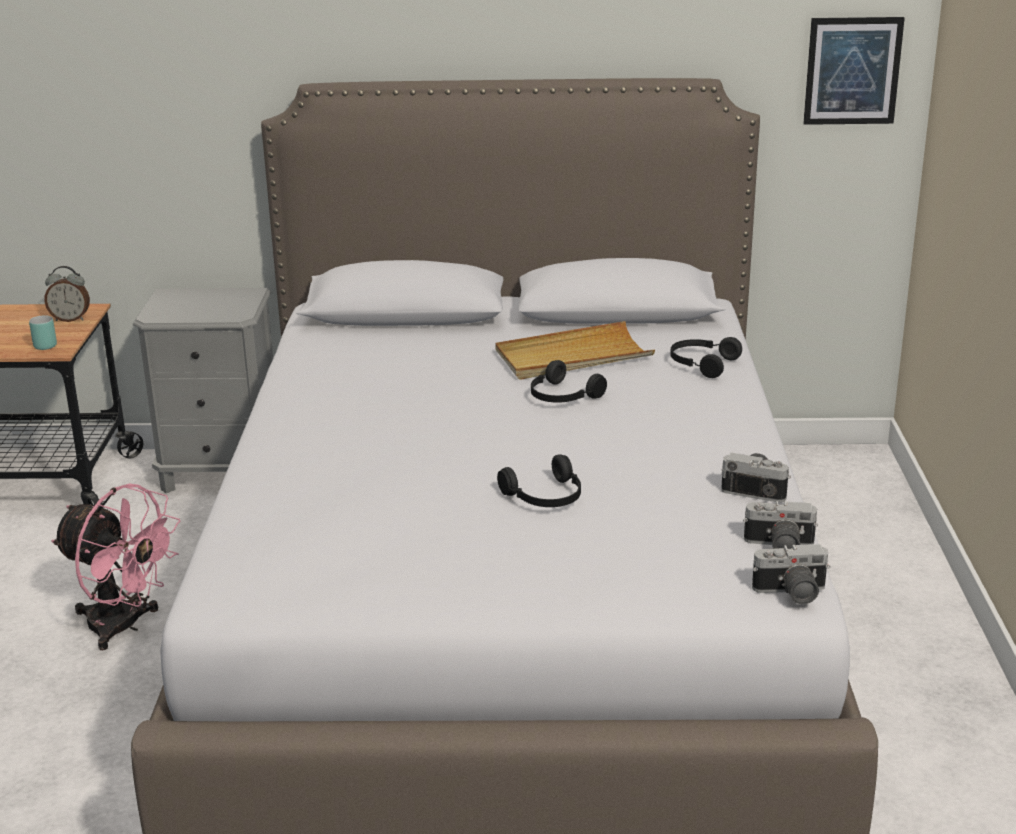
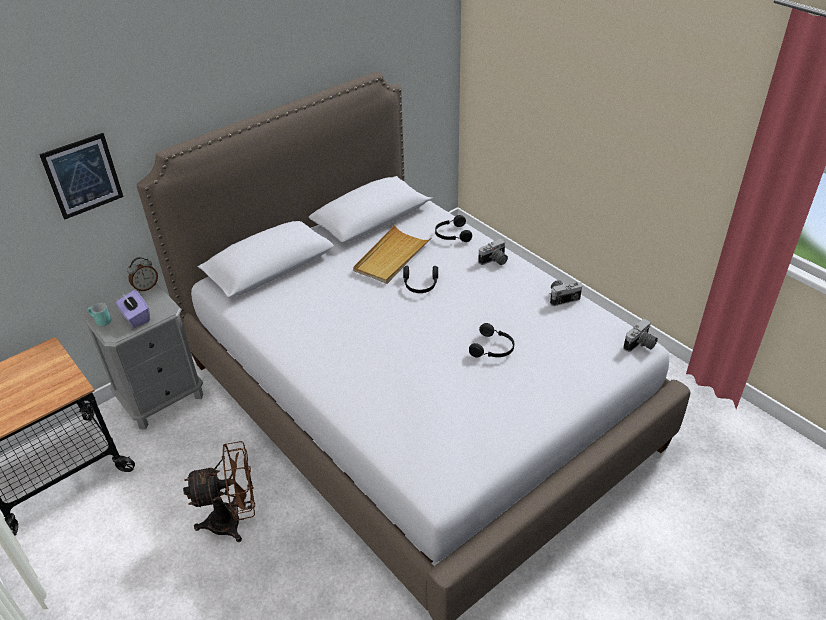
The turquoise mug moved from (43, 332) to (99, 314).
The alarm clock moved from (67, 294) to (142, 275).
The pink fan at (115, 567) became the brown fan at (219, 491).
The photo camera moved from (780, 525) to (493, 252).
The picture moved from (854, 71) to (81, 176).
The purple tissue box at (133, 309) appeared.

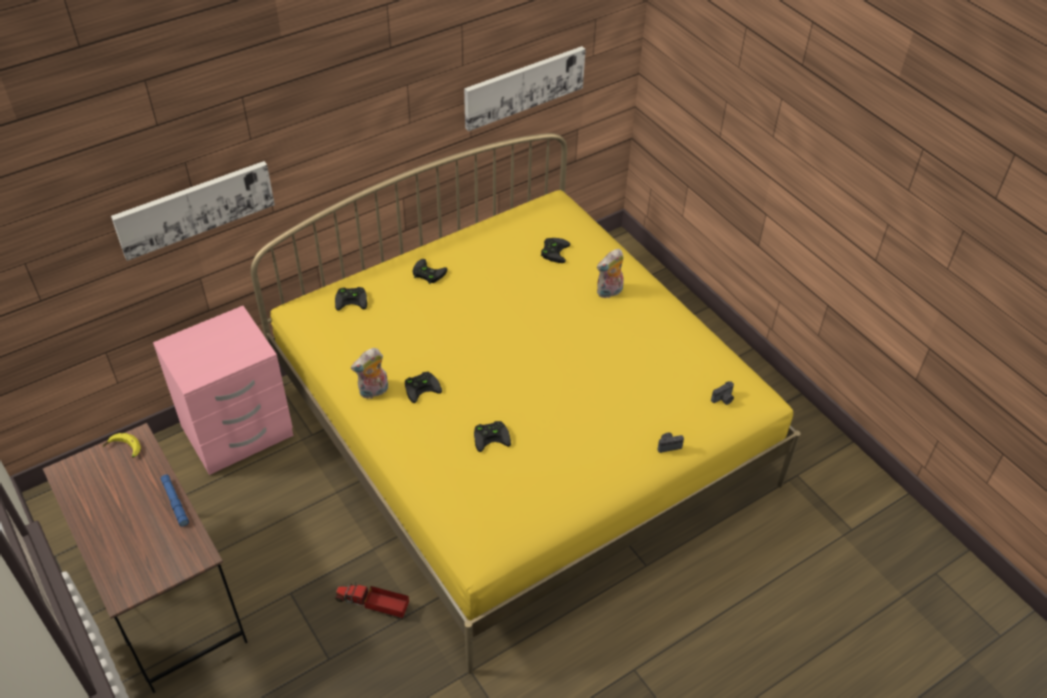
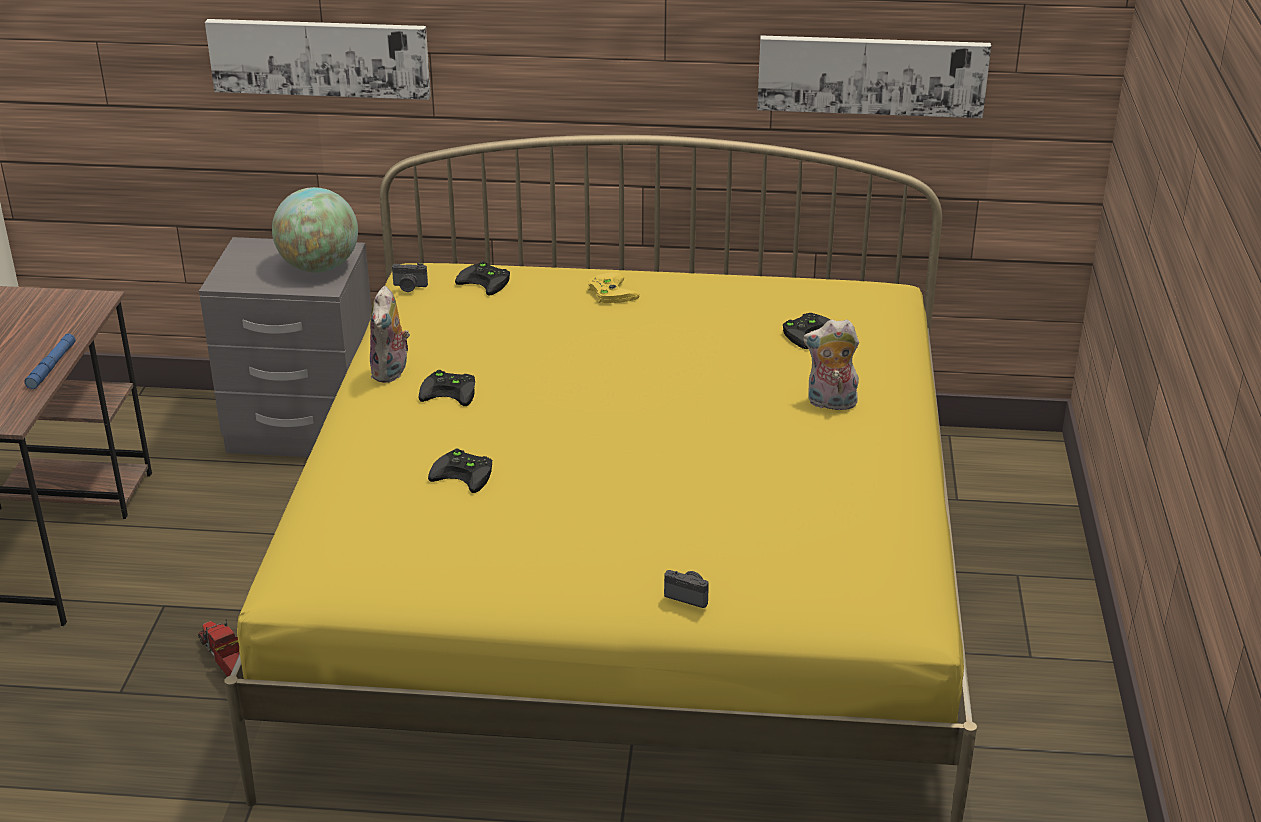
The banana at (122, 445) disappeared.
The pink nightstand at (223, 390) became the grey nightstand at (285, 347).
The plush toy at (369, 373) turned 90 degrees counterclockwise.
The black game controller at (429, 271) became the yellow game controller at (614, 287).
The photo camera moved from (722, 393) to (410, 277).
The globe at (315, 230) appeared.

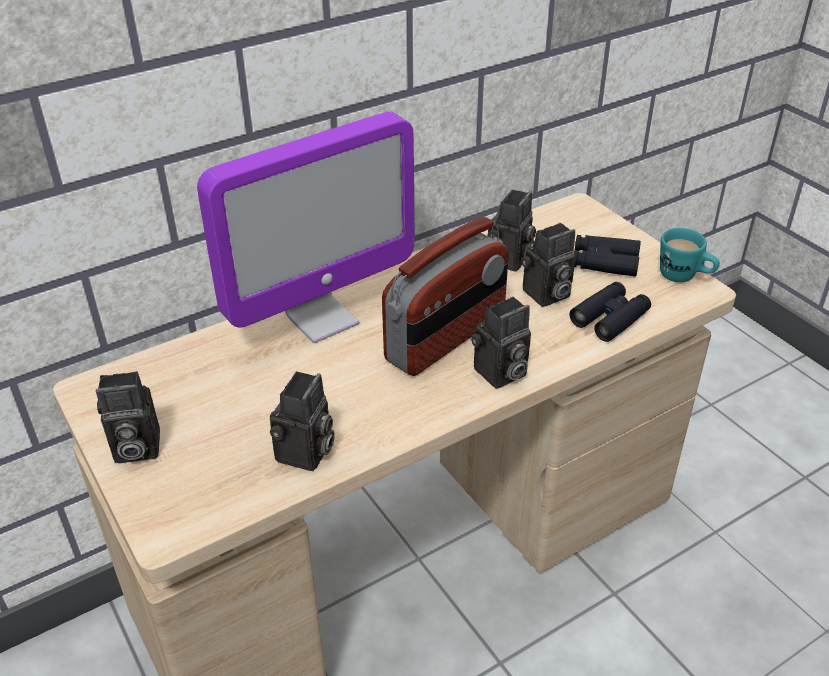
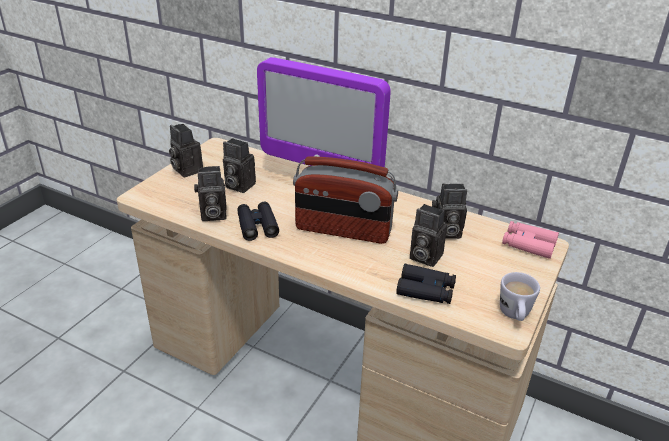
The photo camera moved from (501, 342) to (239, 165).
The black binoculars moved from (607, 256) to (258, 221).
The turquoise mug at (690, 255) became the white mug at (520, 296).
The pink binoculars at (530, 240) appeared.

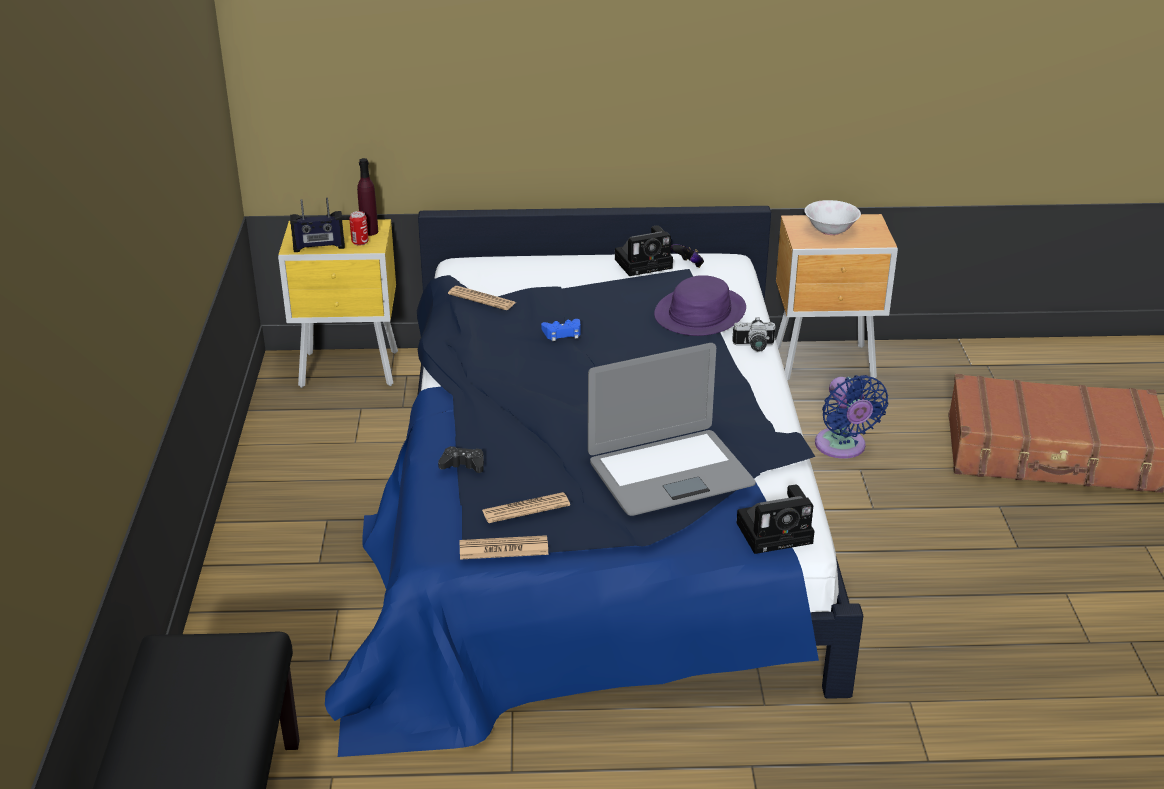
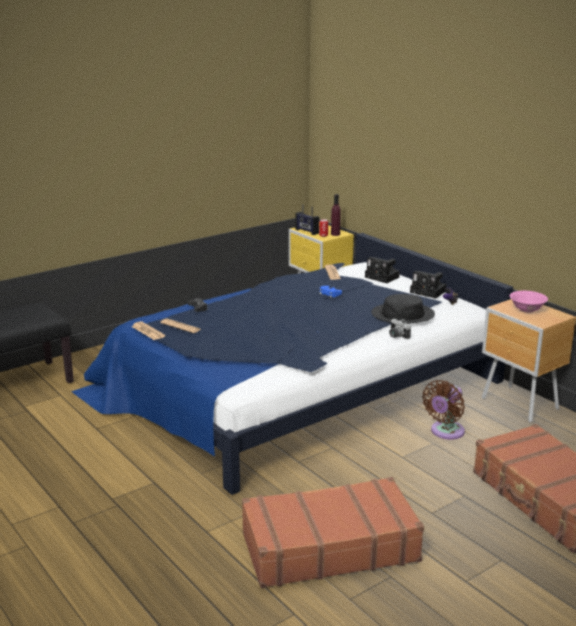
The laptop at (672, 429) disappeared.
The purple hat at (700, 305) became the black hat at (403, 309).
The photo camera moved from (775, 519) to (382, 270).
The white bowl at (832, 217) became the pink bowl at (529, 302).
The blue fan at (851, 417) became the brown fan at (443, 410).
The brown suitcase at (333, 532) appeared.

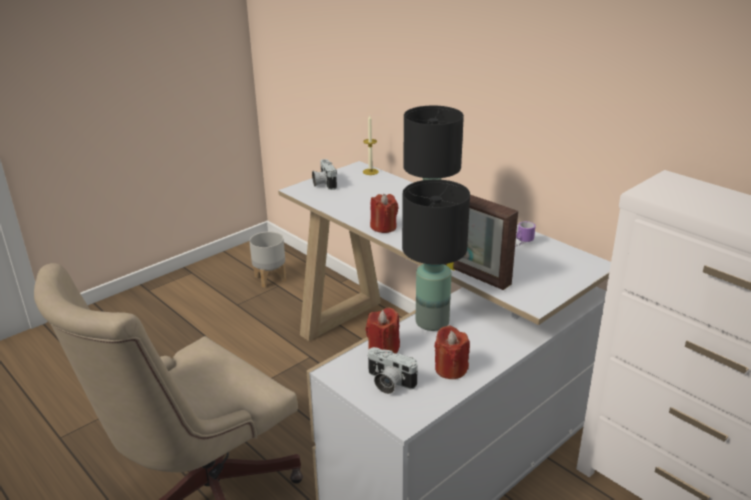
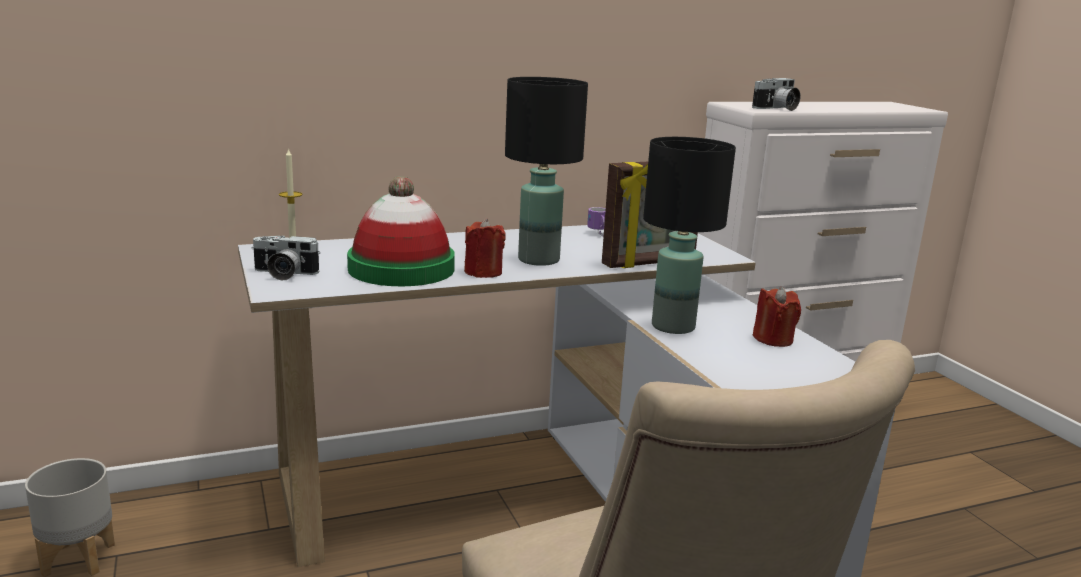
The red candle at (383, 331) disappeared.
The photo camera moved from (392, 370) to (776, 94).
The hat at (401, 231) appeared.

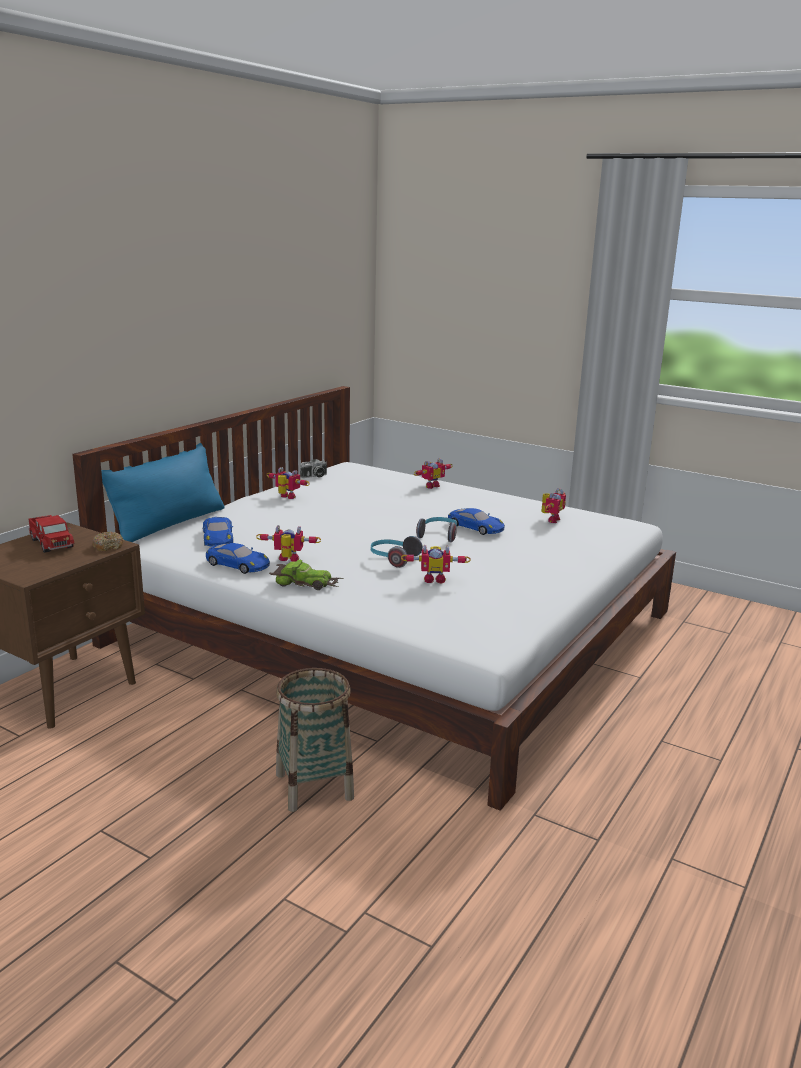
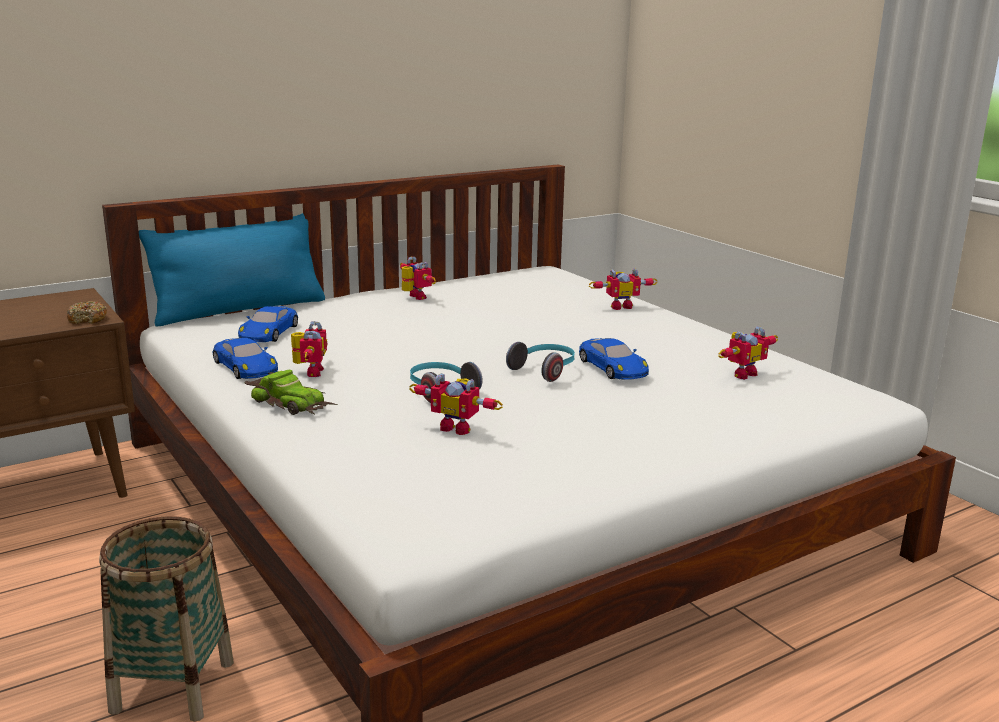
The toy truck at (52, 534) disappeared.
The toy robot at (288, 543) turned 60 degrees clockwise.
The photo camera at (313, 468) disappeared.

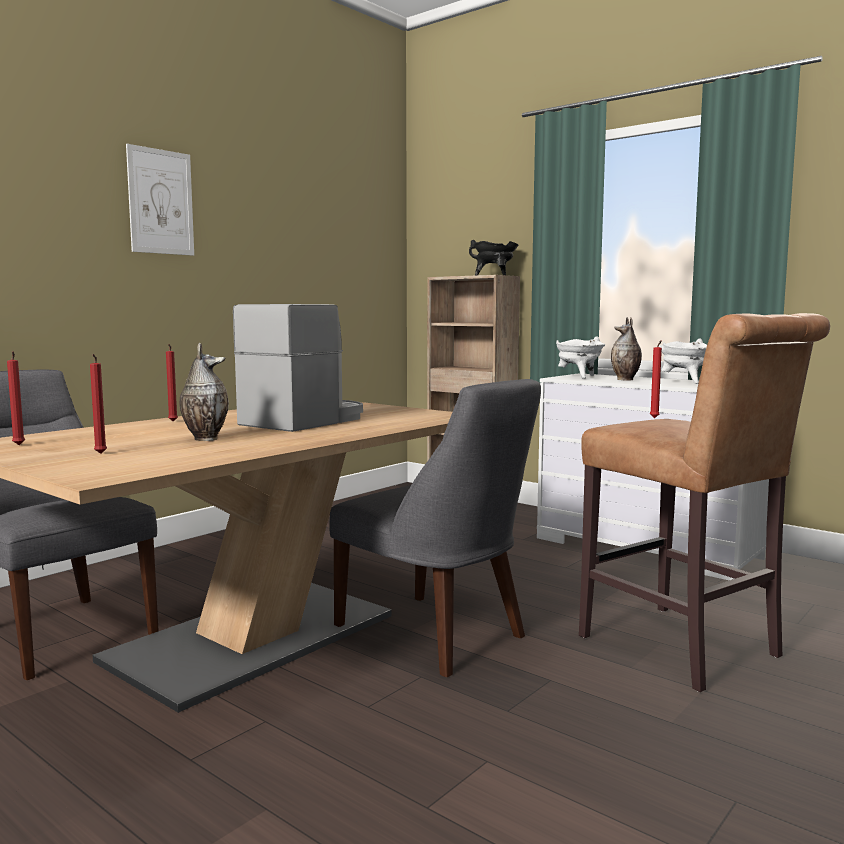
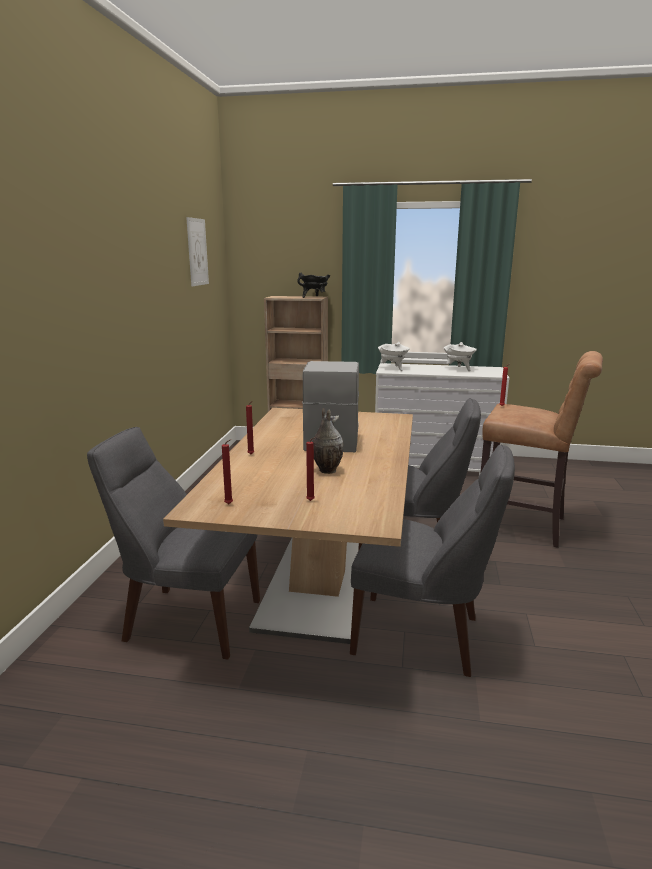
The picture moved from (160, 200) to (197, 251).
The vase at (626, 348) disappeared.
The grey chair at (432, 560) appeared.

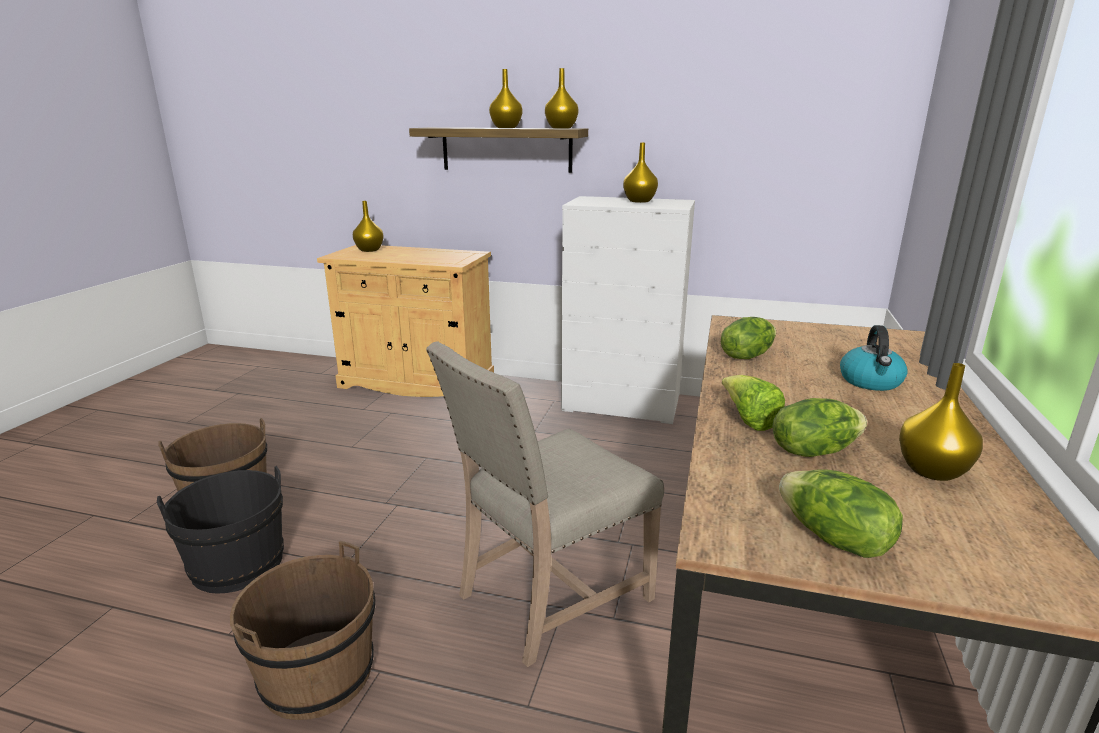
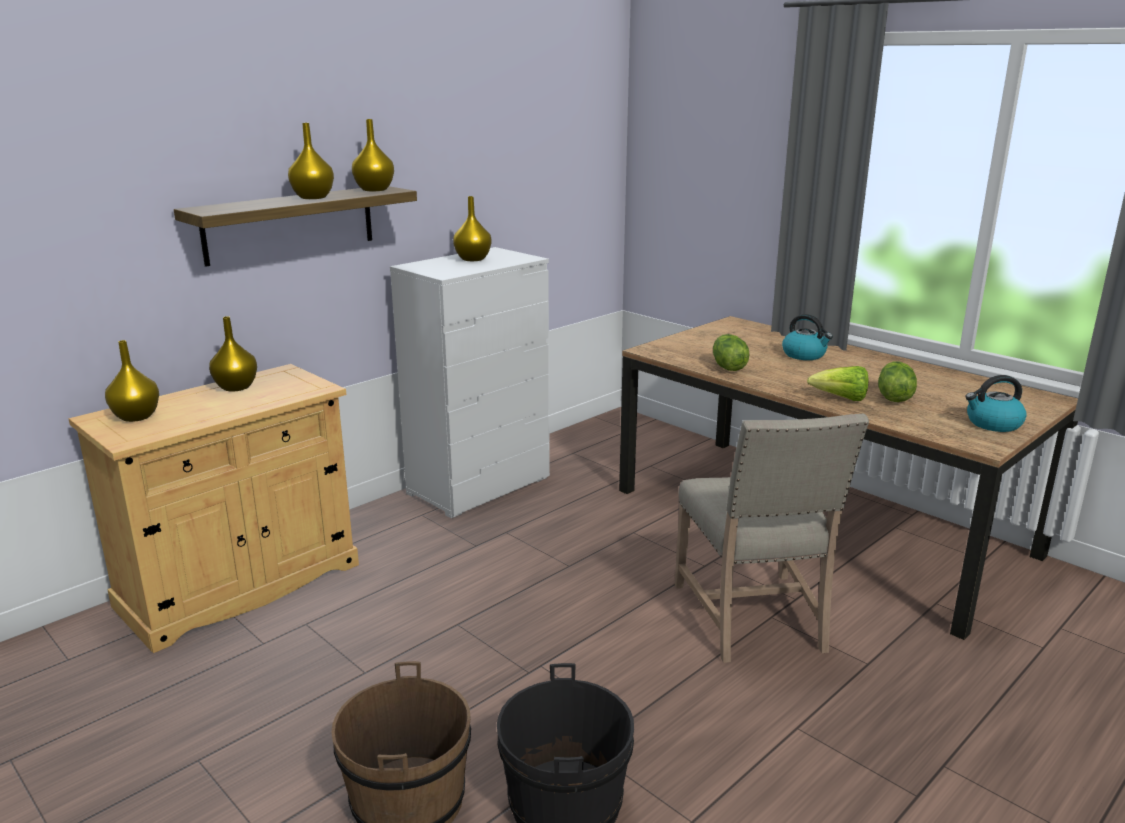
The brown bucket at (303, 630) disappeared.
The lettuce at (841, 513) was replaced by the kettle at (996, 403).
The yellow vase moved from (941, 422) to (233, 354).

